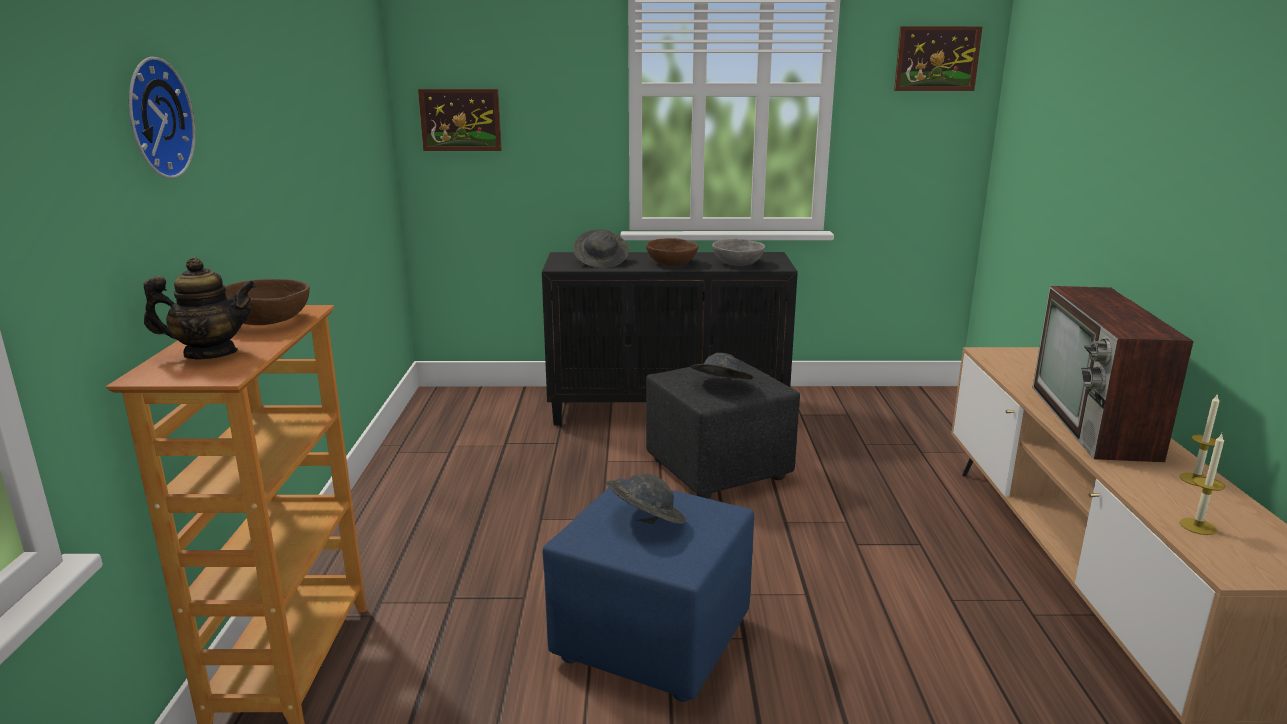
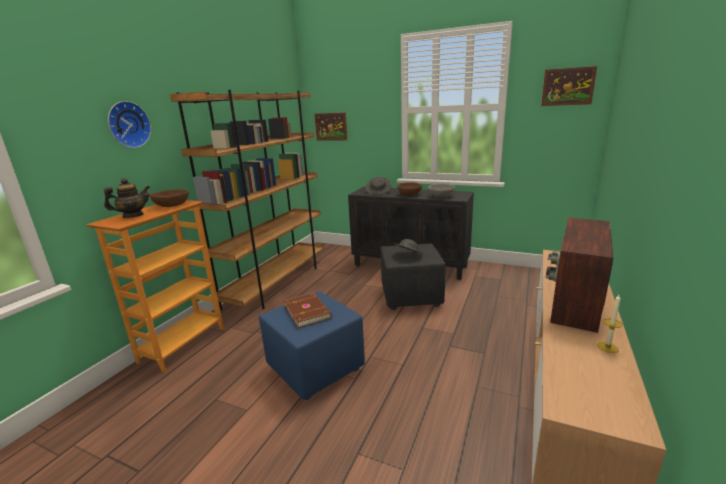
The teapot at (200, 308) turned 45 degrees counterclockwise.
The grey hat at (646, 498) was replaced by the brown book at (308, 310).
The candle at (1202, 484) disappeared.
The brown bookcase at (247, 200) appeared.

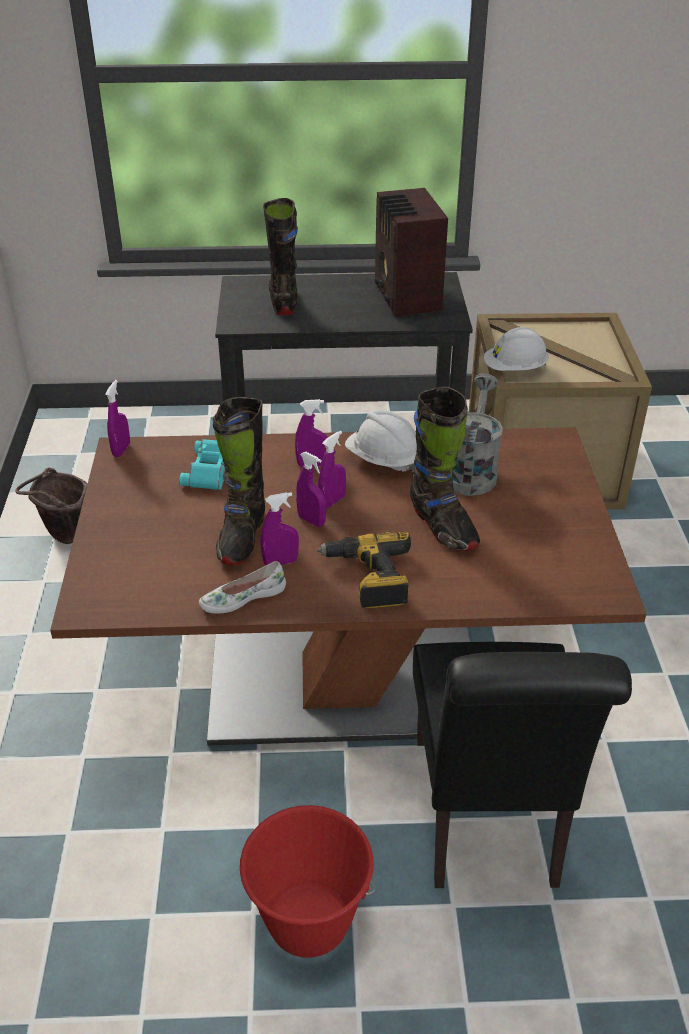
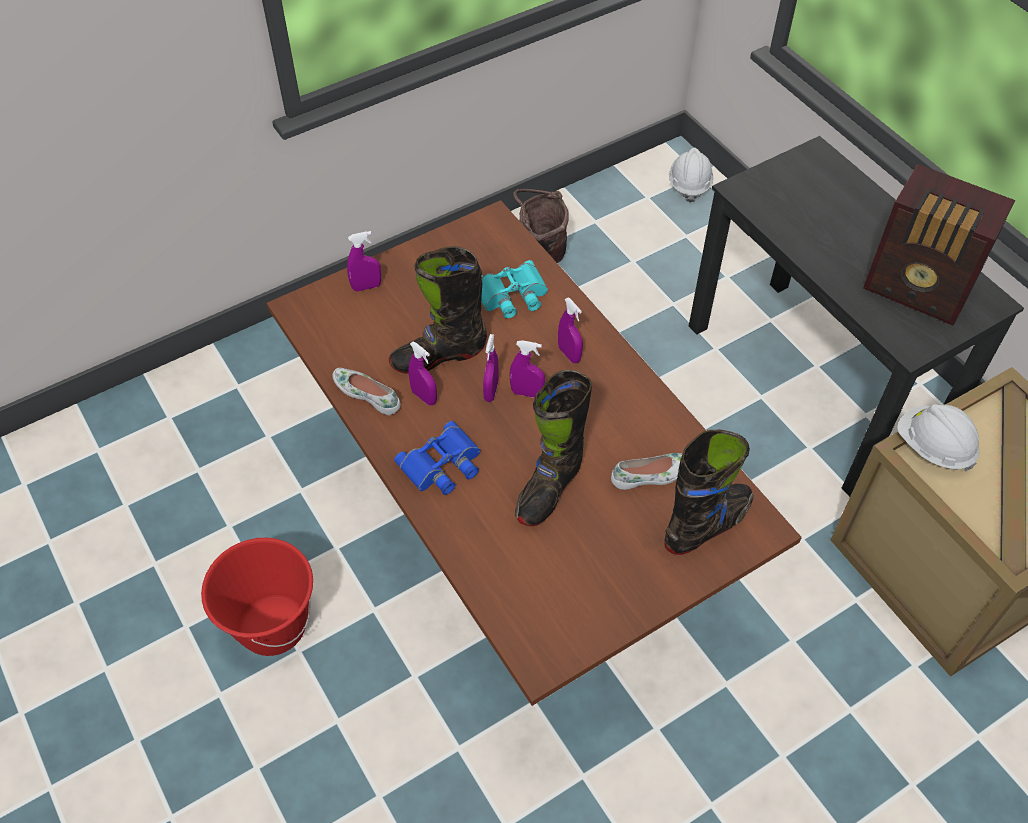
The purple spray bottle moved from (117, 418) to (364, 261).
The black boot moved from (280, 256) to (709, 492).
The power drill at (364, 570) was replaced by the blue binoculars at (437, 458).
The white hard hat moved from (381, 441) to (691, 175).
The radio at (411, 252) turned 105 degrees counterclockwise.
The black chair at (522, 765) disappeared.
The grey watering can at (477, 435) was replaced by the white shoe at (647, 471).

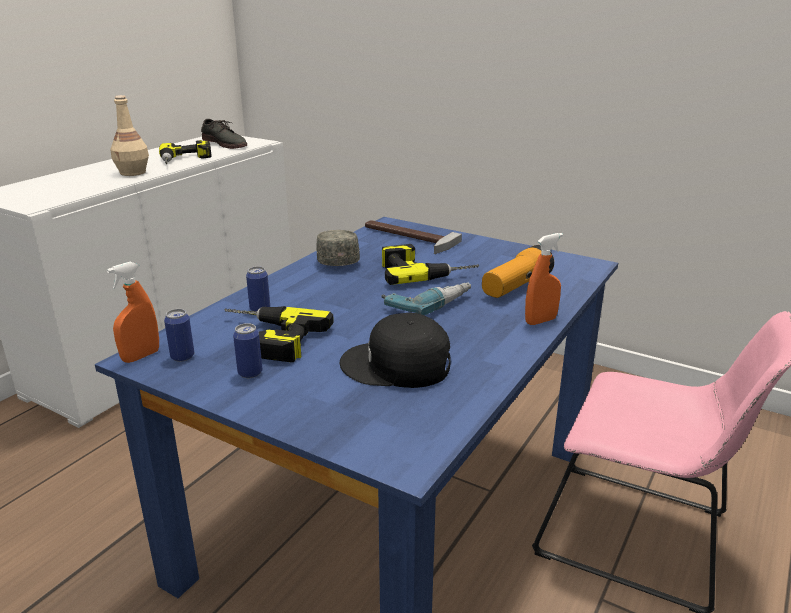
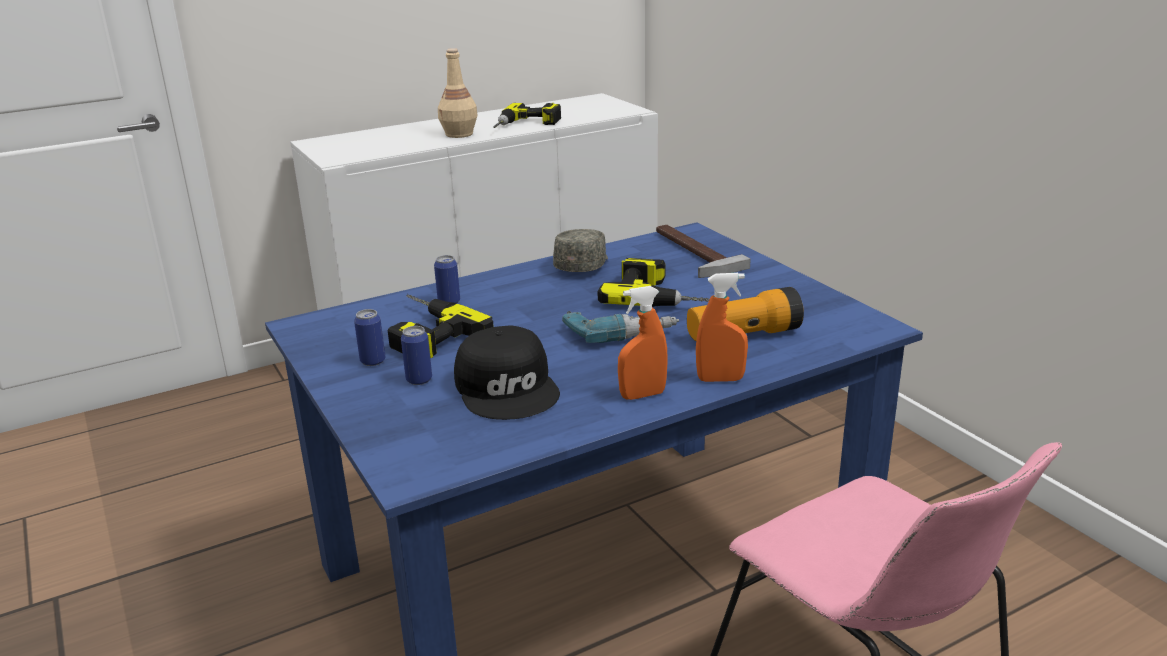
The orange spray bottle moved from (133, 312) to (643, 343).
The can moved from (179, 335) to (416, 355).
The grey shoe at (224, 134) disappeared.
The black cap at (395, 350) turned 150 degrees counterclockwise.

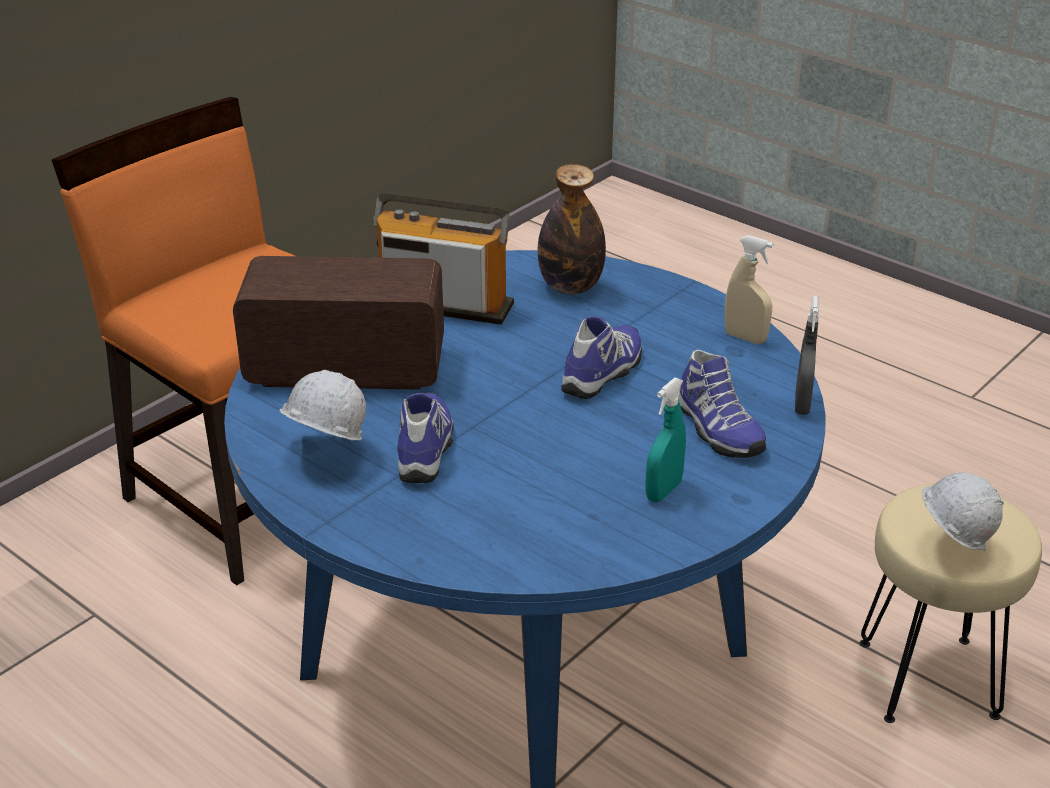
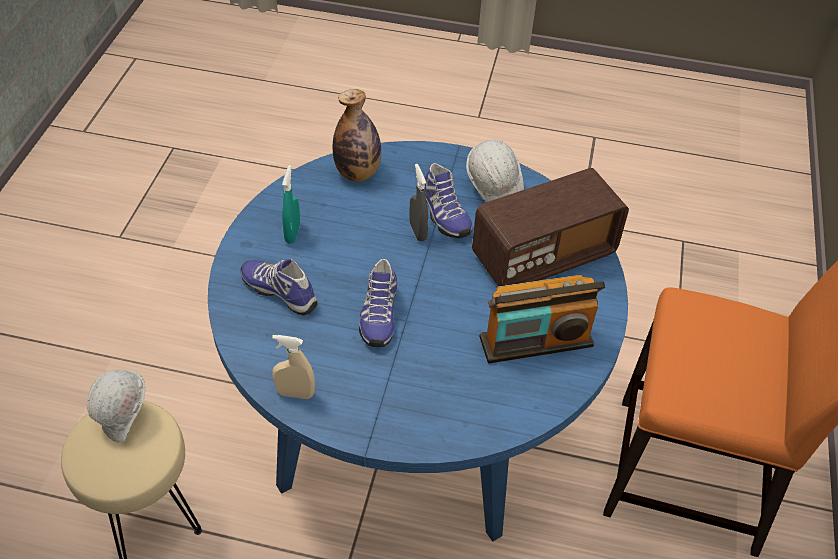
The bottle moved from (572, 229) to (357, 135).
The grey spray bottle moved from (807, 355) to (418, 202).

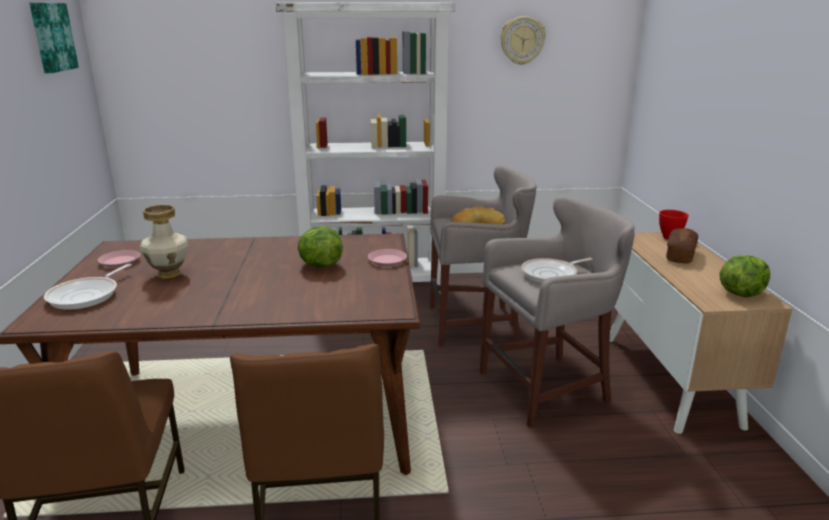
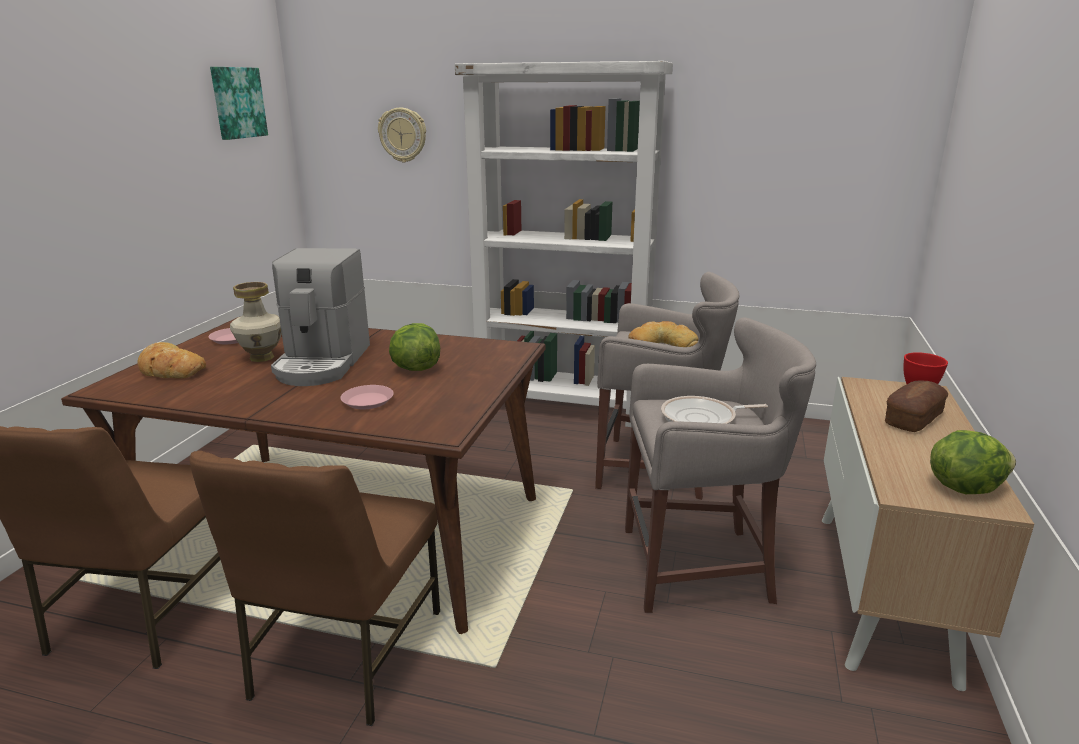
The frying pan at (87, 287) was replaced by the bread at (171, 360).
The pink plate moved from (387, 257) to (367, 397).
The wall clock moved from (523, 40) to (402, 135).
The coffee machine at (320, 317) appeared.

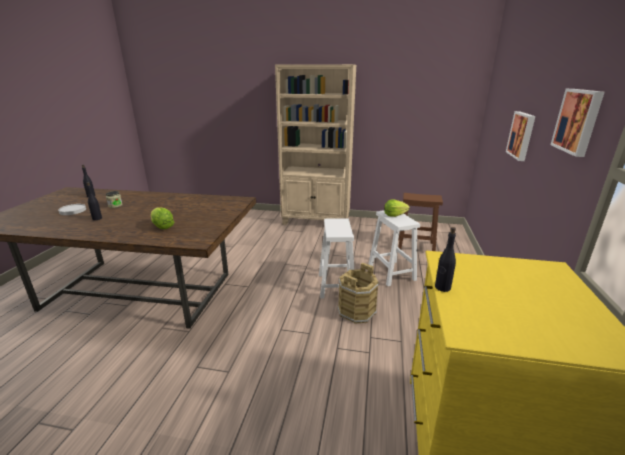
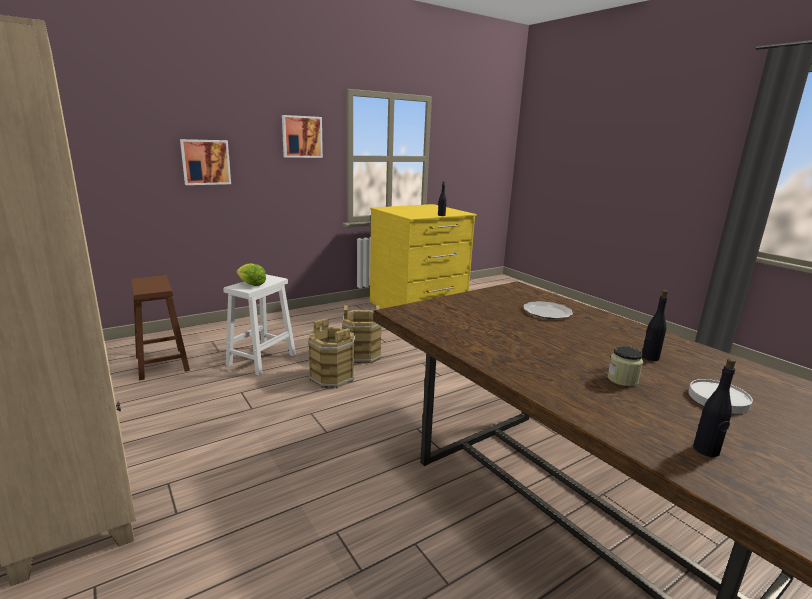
The lettuce at (162, 218) was replaced by the plate at (548, 310).
The white stool at (336, 258) was replaced by the brown bucket at (331, 353).

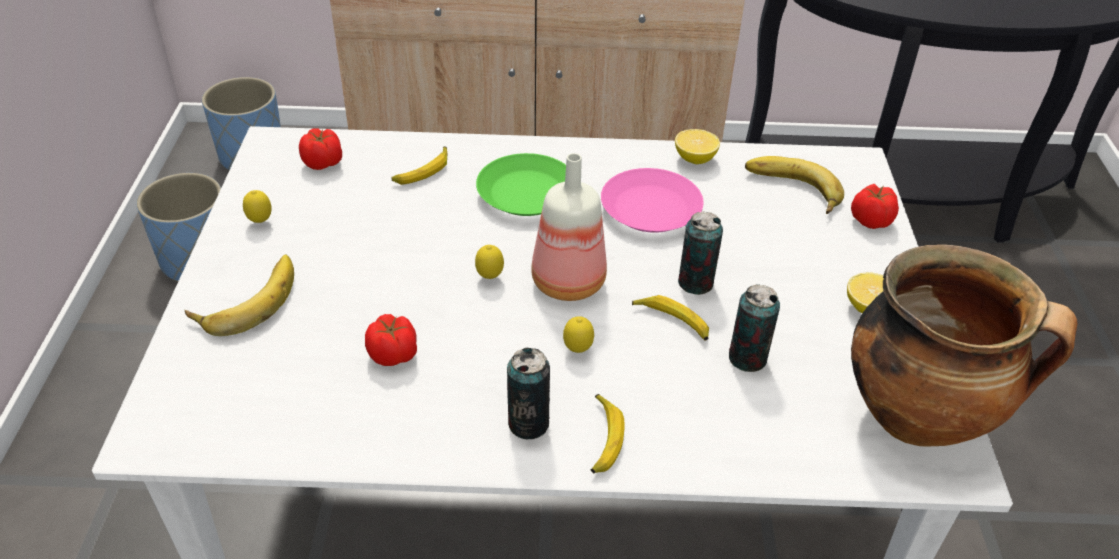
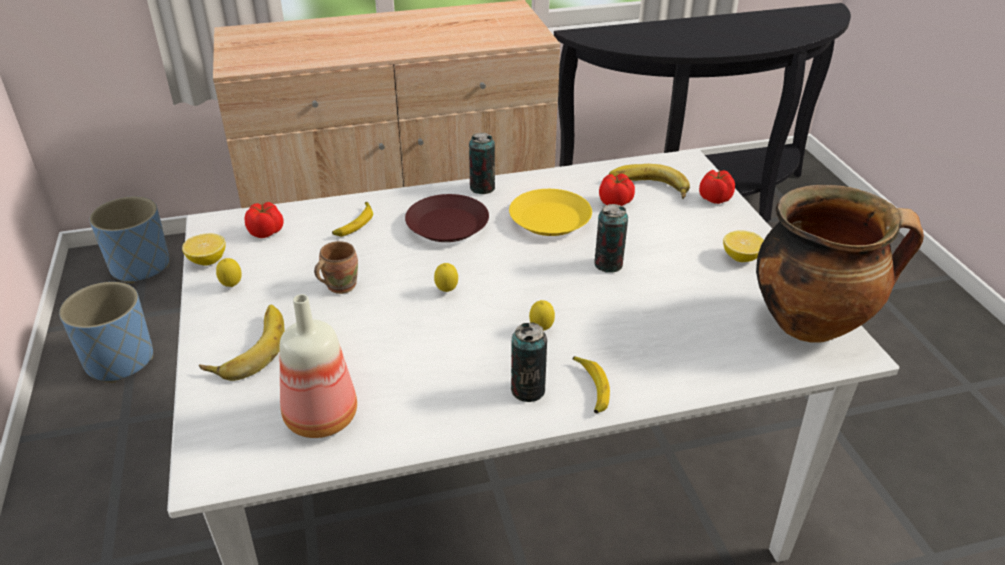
The tomato moved from (391, 340) to (617, 190).
The green plate at (521, 184) became the brown plate at (447, 218).
The bottle moved from (569, 227) to (318, 366).
The pink plate at (652, 200) became the yellow plate at (550, 212).
The banana at (670, 318) disappeared.
The lemon moved from (697, 146) to (203, 249).
The can moved from (754, 328) to (482, 163).
The brown mug at (336, 267) appeared.

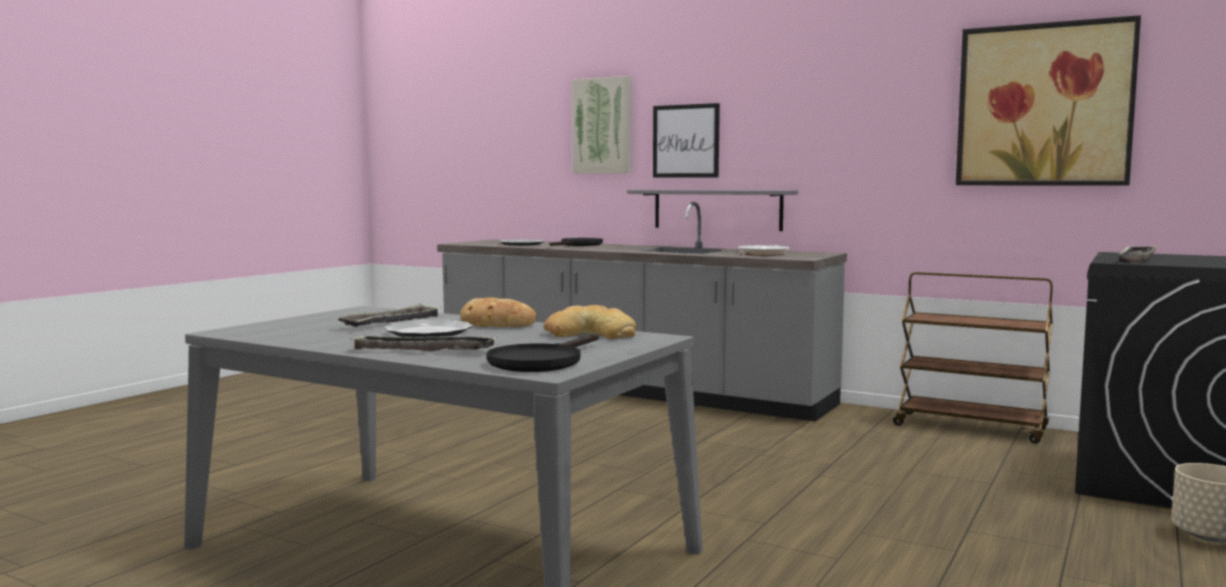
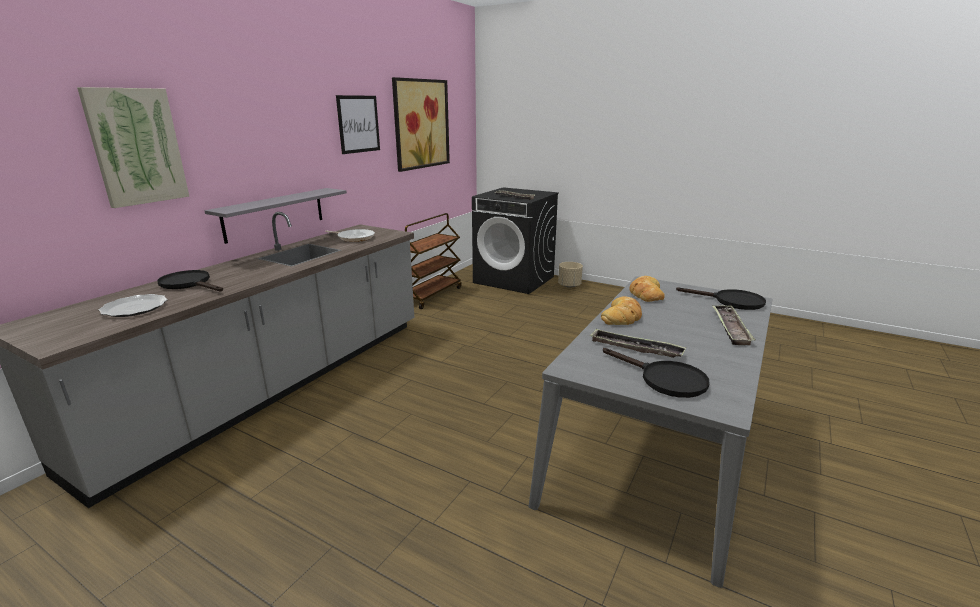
The plate at (428, 328) disappeared.
The picture moved from (686, 140) to (358, 124).
The black frying pan at (656, 373) appeared.

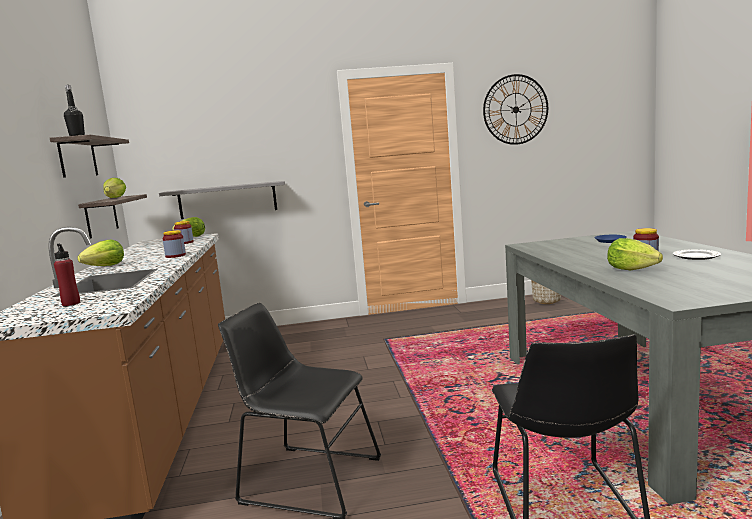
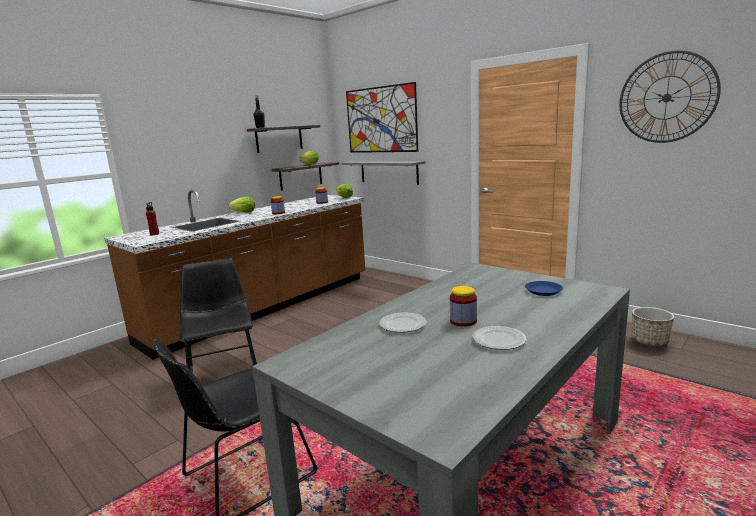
The lettuce at (635, 254) was replaced by the plate at (402, 322).
The picture at (382, 117) appeared.

